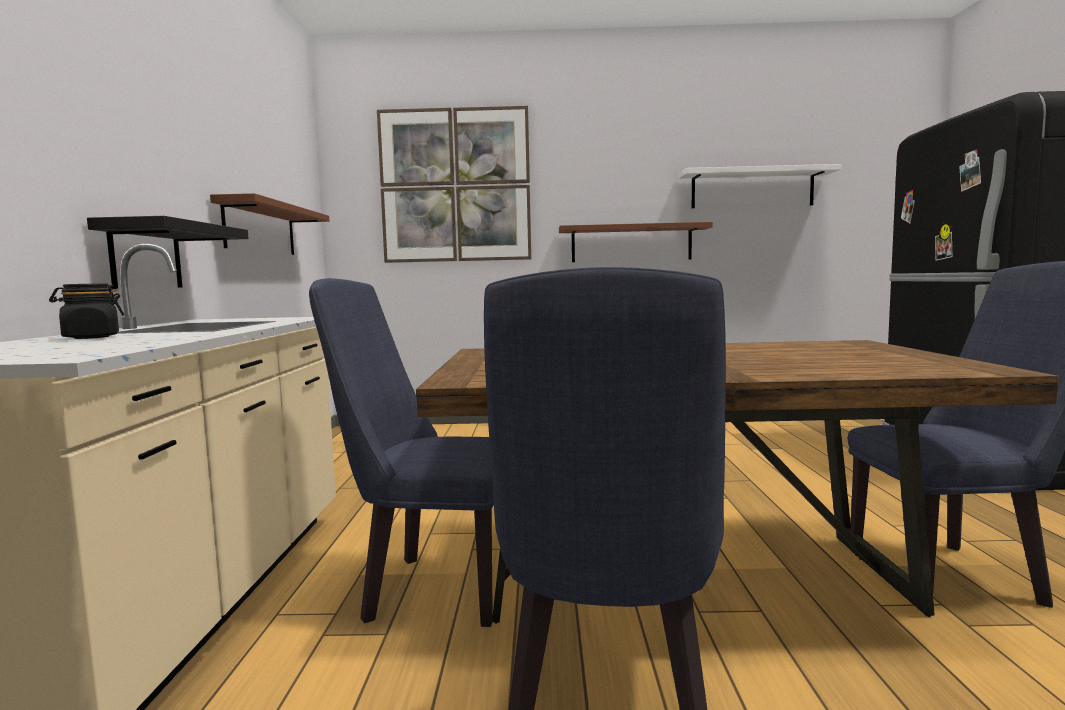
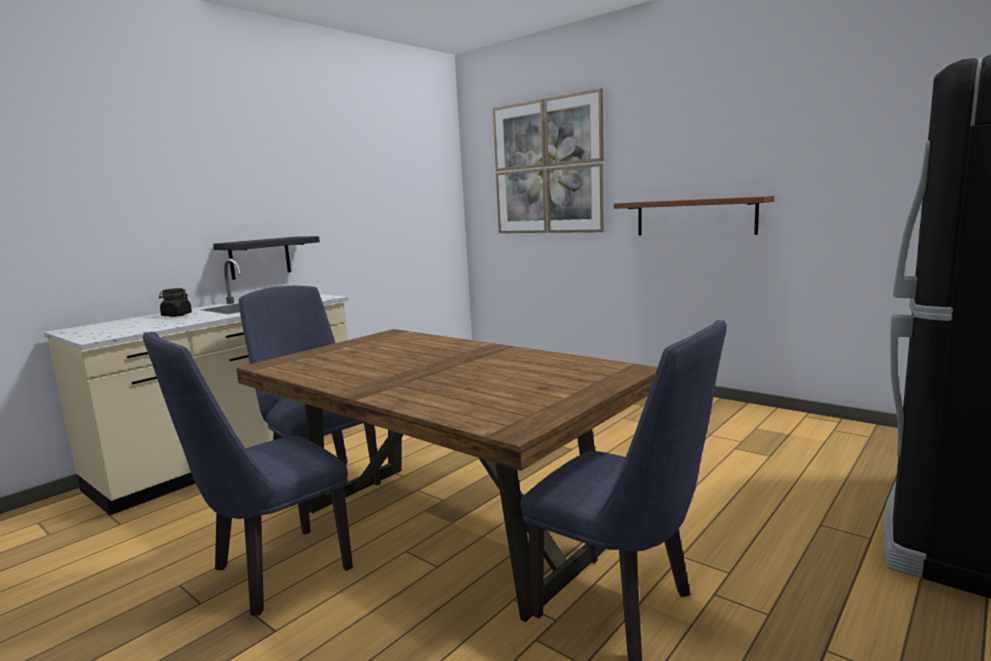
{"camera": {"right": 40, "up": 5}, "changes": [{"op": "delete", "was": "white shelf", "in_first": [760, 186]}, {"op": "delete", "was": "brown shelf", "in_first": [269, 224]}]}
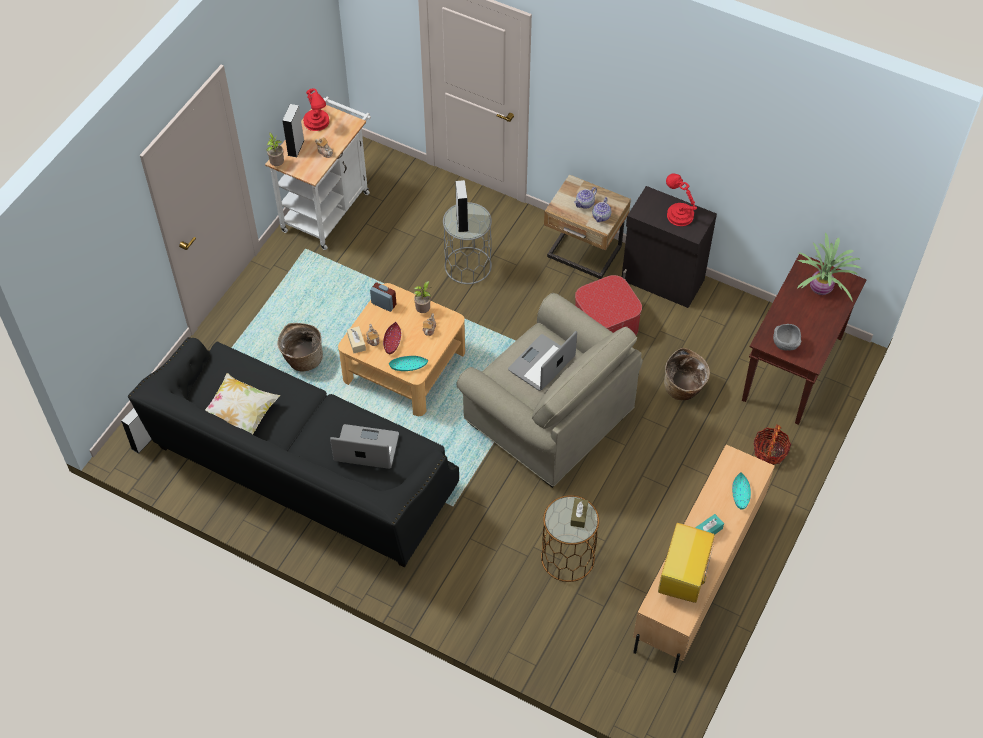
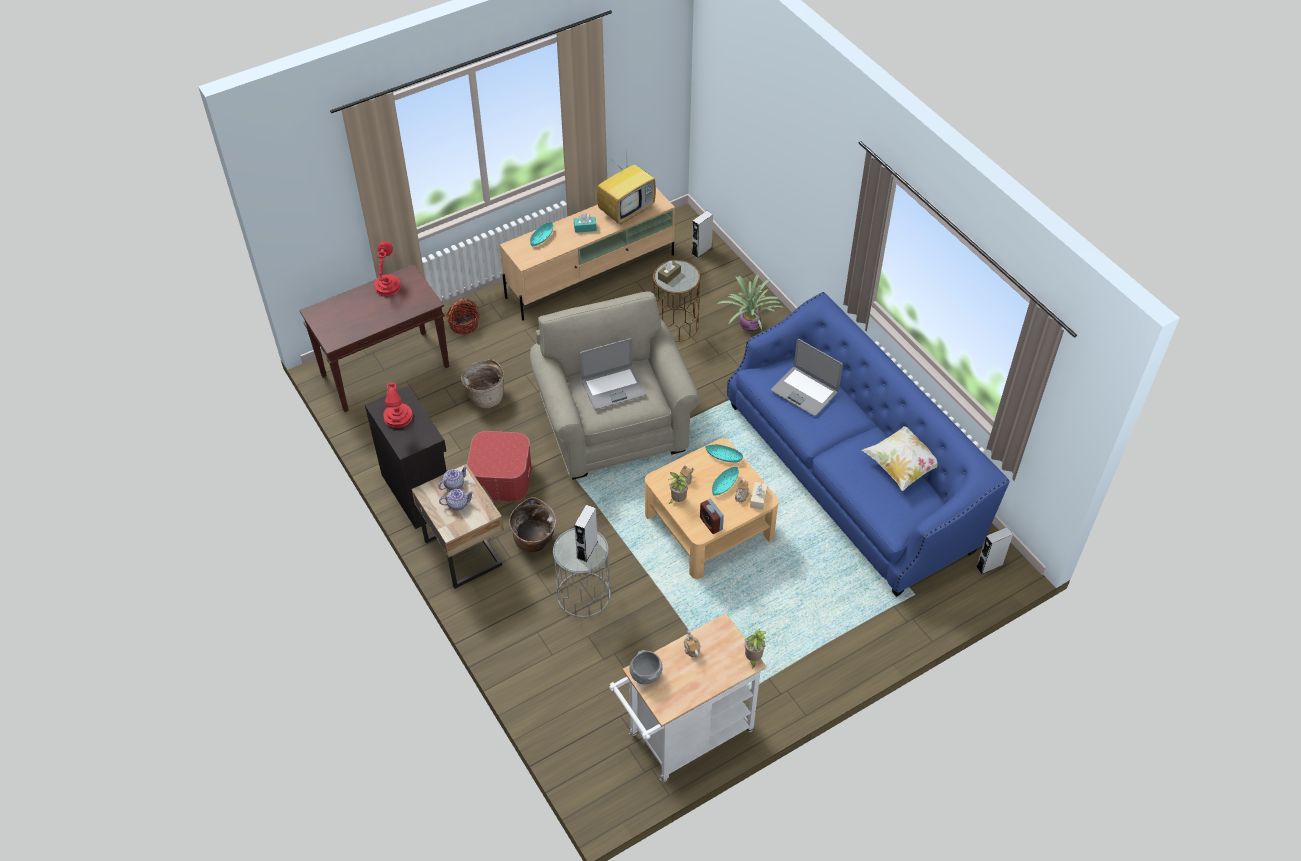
{"camera": {"right": -150, "up": -5}, "changes": [{"op": "move", "was": "red table lamp", "in_first": [316, 109], "in_second": [387, 268]}, {"op": "move", "was": "grey speaker", "in_first": [293, 130], "in_second": [702, 234]}, {"op": "move", "was": "potted plant", "in_first": [829, 267], "in_second": [750, 303]}, {"op": "recolor", "was": "red bowl", "now": "turquoise bowl", "in_first": [392, 338], "in_second": [725, 481]}, {"op": "move", "was": "basket", "in_first": [300, 347], "in_second": [532, 524]}, {"op": "move", "was": "grey bowl", "in_first": [787, 337], "in_second": [646, 667]}, {"op": "recolor", "was": "black sofa", "now": "blue sofa", "in_first": [293, 452], "in_second": [868, 444]}]}
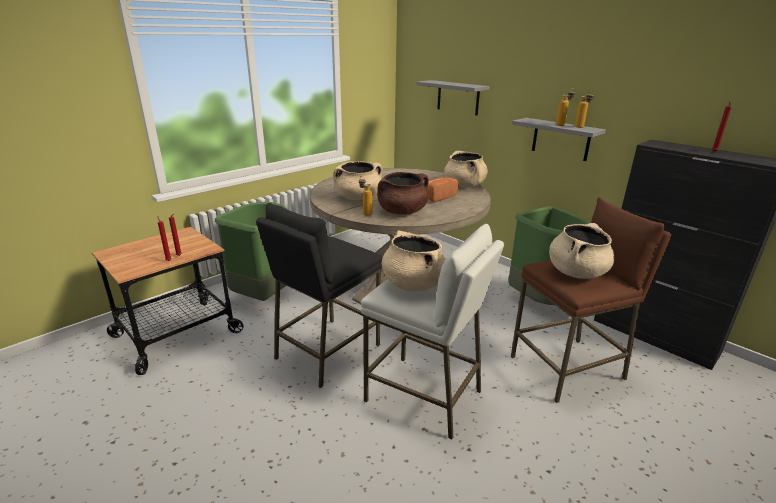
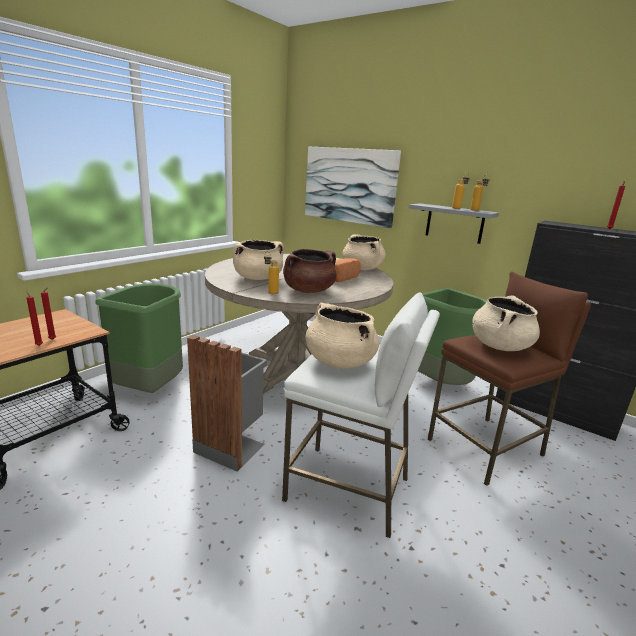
{"camera": {"right": -10, "up": -5}, "changes": [{"op": "replace", "was": "grey shelf", "now": "picture", "in_first": [452, 97], "in_second": [353, 187]}, {"op": "replace", "was": "black stool", "now": "grey trash can", "in_first": [319, 295], "in_second": [227, 403]}]}
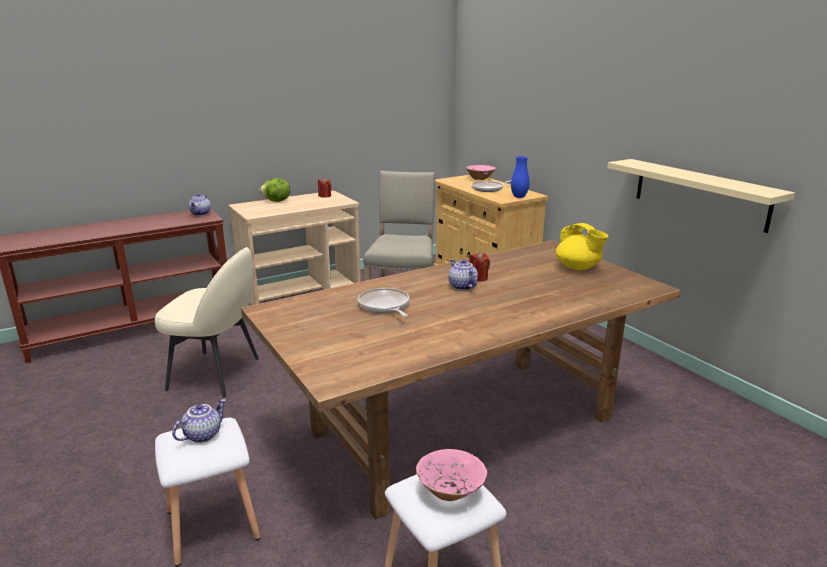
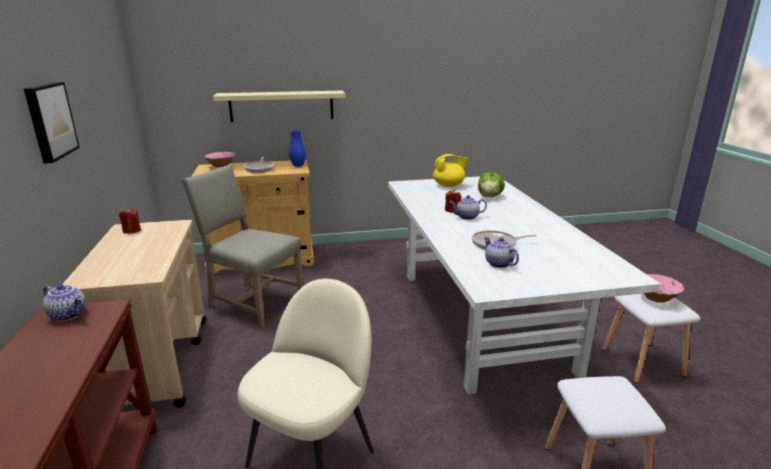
{"camera": {"right": -70, "up": 0}, "changes": [{"op": "move", "was": "beige shelf", "in_first": [701, 196], "in_second": [279, 106]}, {"op": "move", "was": "lettuce", "in_first": [274, 190], "in_second": [491, 184]}, {"op": "recolor", "was": "brown dining table", "now": "white dining table", "in_first": [460, 380], "in_second": [524, 285]}, {"op": "move", "was": "teapot", "in_first": [199, 421], "in_second": [501, 252]}, {"op": "insert", "now": "picture", "in_second": [52, 122]}]}
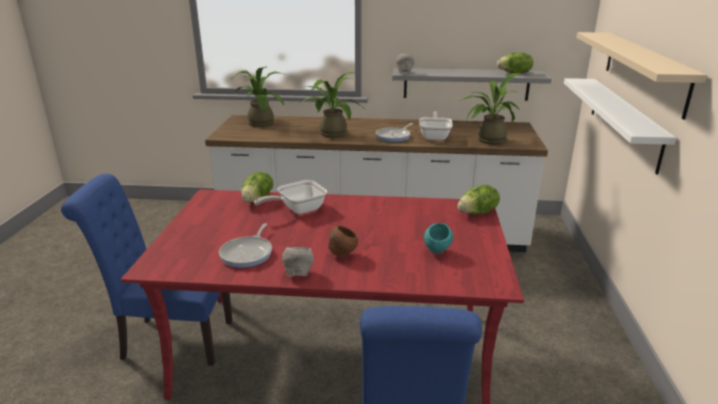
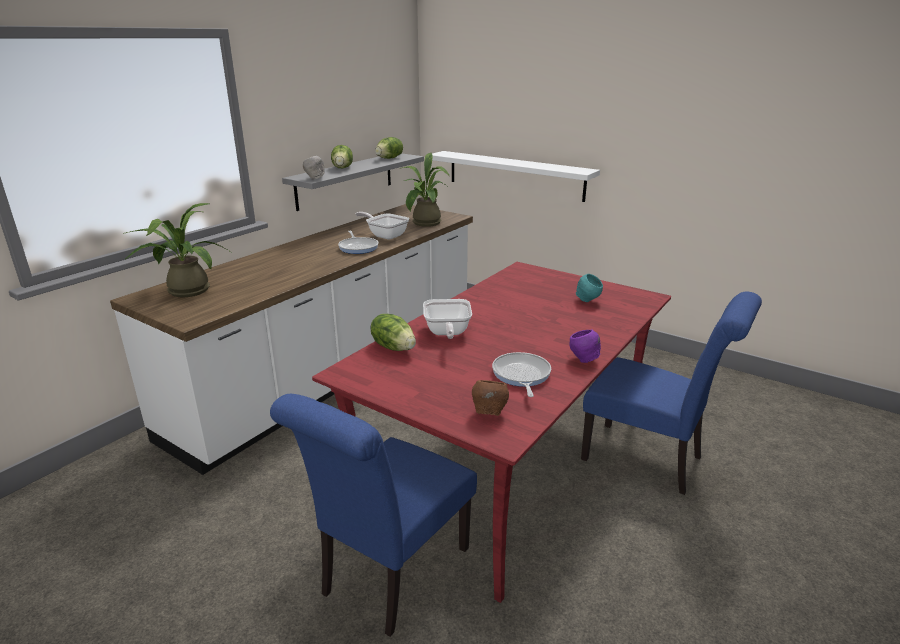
{"camera": {"right": -60, "up": 0}, "changes": [{"op": "delete", "was": "beige shelf", "in_first": [641, 76]}, {"op": "delete", "was": "potted plant", "in_first": [332, 105]}, {"op": "move", "was": "lettuce", "in_first": [478, 199], "in_second": [342, 156]}, {"op": "rotate", "was": "frying pan", "in_first": [245, 245], "in_second": [521, 374], "clockwise": -135}, {"op": "move", "was": "brown bowl", "in_first": [343, 242], "in_second": [490, 398]}, {"op": "recolor", "was": "grey bowl", "now": "purple bowl", "in_first": [298, 261], "in_second": [585, 346]}]}
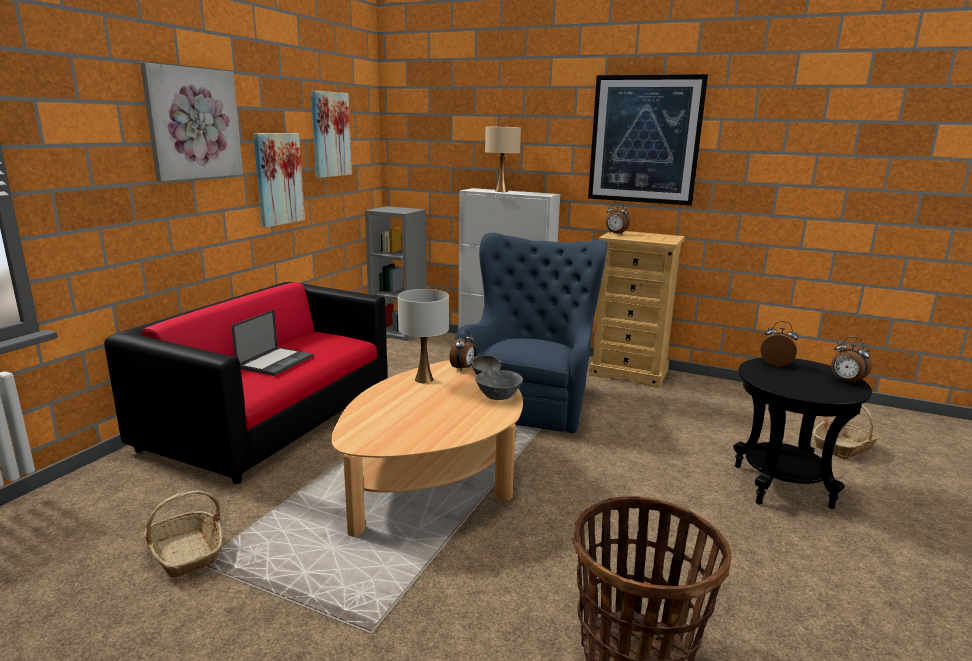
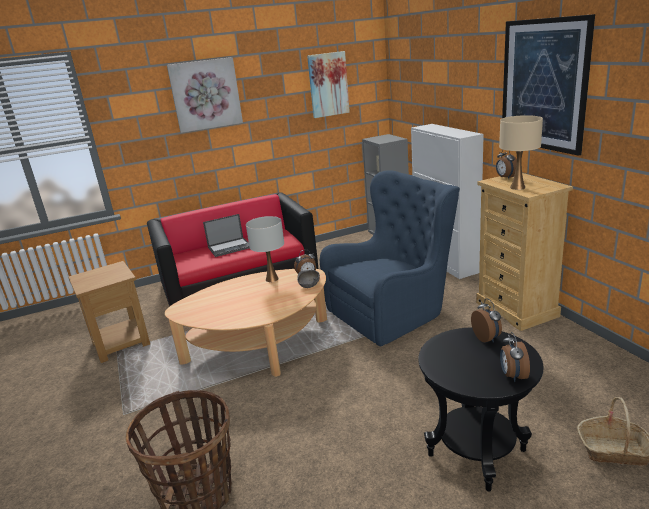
{"camera": {"right": 45, "up": 5}, "changes": [{"op": "move", "was": "beige table lamp", "in_first": [503, 159], "in_second": [521, 152]}, {"op": "delete", "was": "picture", "in_first": [279, 180]}, {"op": "delete", "was": "grey bowl", "in_first": [499, 385]}, {"op": "replace", "was": "basket", "now": "brown side table", "in_first": [183, 534], "in_second": [109, 312]}]}
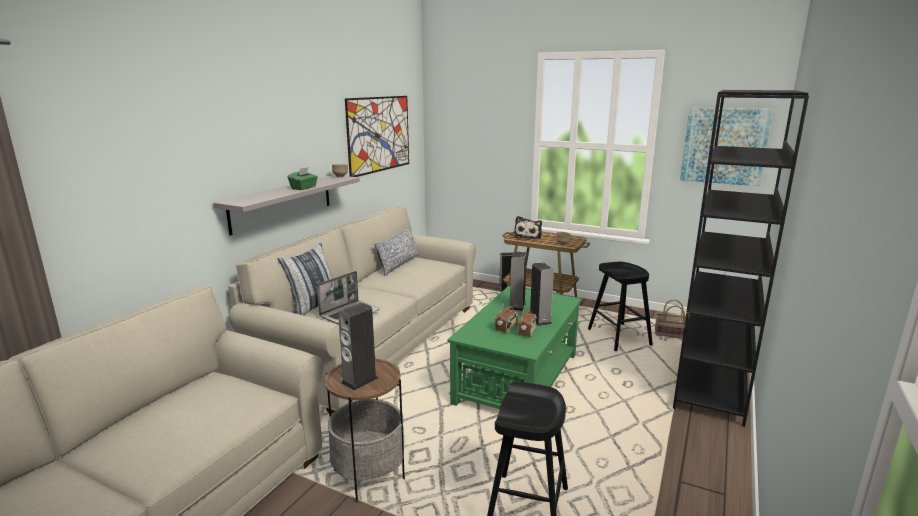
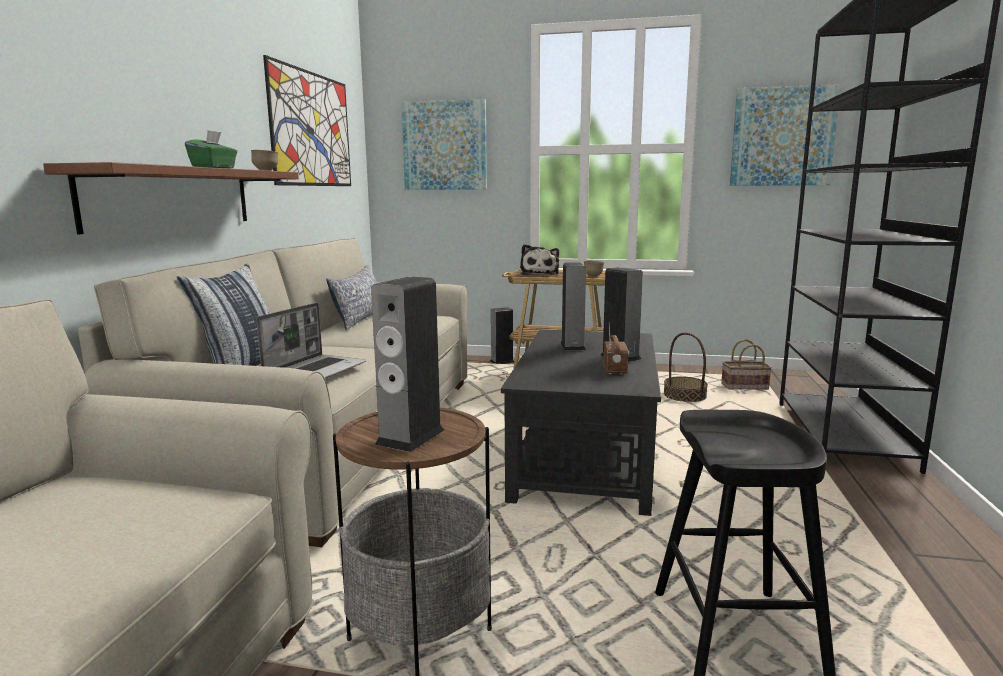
{"camera": {"right": -15, "up": -5}, "changes": [{"op": "recolor", "was": "grey shelf", "now": "brown shelf", "in_first": [286, 205], "in_second": [171, 198]}, {"op": "replace", "was": "black stool", "now": "basket", "in_first": [620, 306], "in_second": [686, 367]}, {"op": "recolor", "was": "green coffee table", "now": "black coffee table", "in_first": [514, 347], "in_second": [581, 423]}, {"op": "delete", "was": "radio", "in_first": [506, 317]}, {"op": "insert", "now": "picture", "in_second": [444, 144]}]}
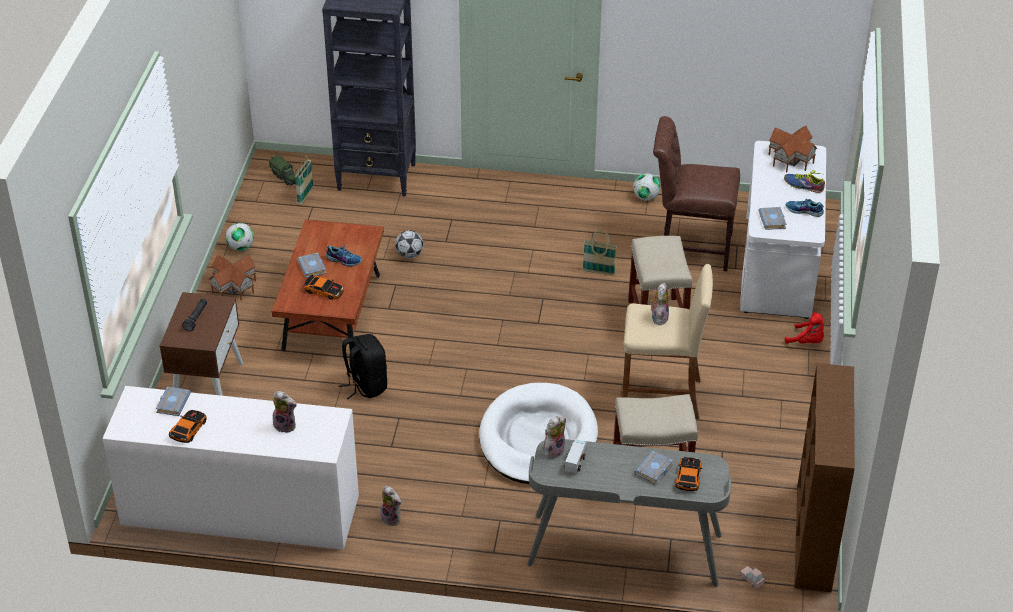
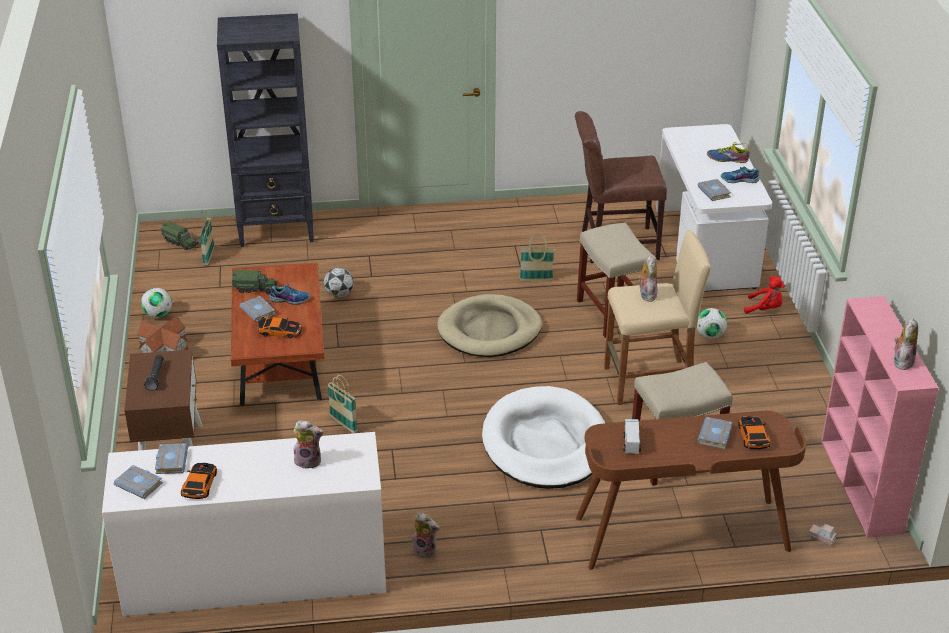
{"camera": {"right": -15, "up": -5}, "changes": [{"op": "delete", "was": "toy house", "in_first": [793, 149]}, {"op": "move", "was": "football", "in_first": [646, 187], "in_second": [711, 323]}, {"op": "replace", "was": "black backpack", "now": "basket", "in_first": [363, 366], "in_second": [342, 404]}, {"op": "recolor", "was": "brown bookcase", "now": "pink bookcase", "in_first": [824, 477], "in_second": [880, 417]}, {"op": "move", "was": "plush toy", "in_first": [554, 437], "in_second": [906, 344]}, {"op": "recolor", "was": "grey desk", "now": "brown desk", "in_first": [629, 513], "in_second": [691, 490]}, {"op": "insert", "now": "toy truck", "in_second": [254, 281]}, {"op": "insert", "now": "beige dog bed", "in_second": [489, 325]}, {"op": "insert", "now": "grey book", "in_second": [138, 482]}]}
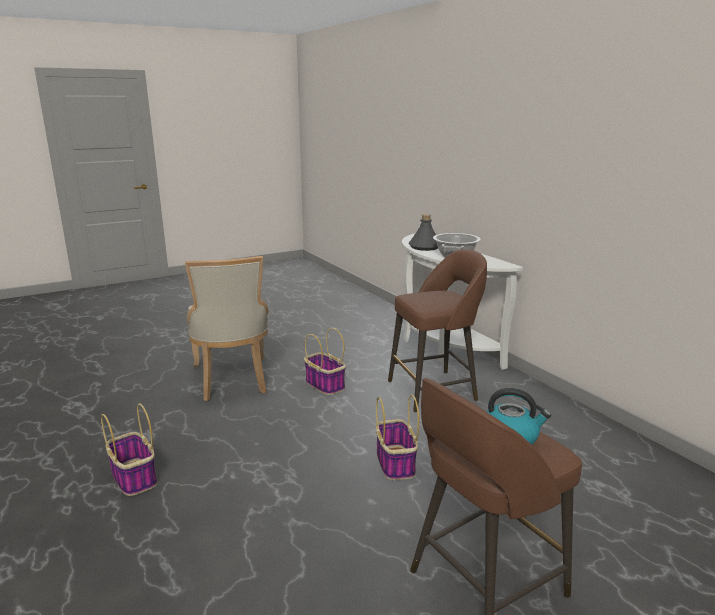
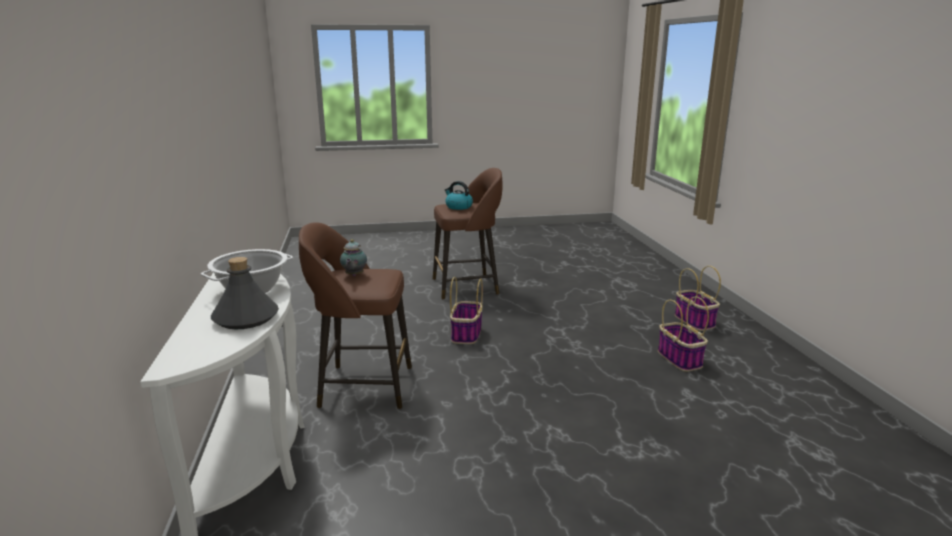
{"camera": {"right": -160, "up": 0}, "changes": [{"op": "delete", "was": "beige chair", "in_first": [226, 328]}, {"op": "move", "was": "basket", "in_first": [325, 361], "in_second": [698, 298]}, {"op": "insert", "now": "teapot", "in_second": [353, 257]}]}
